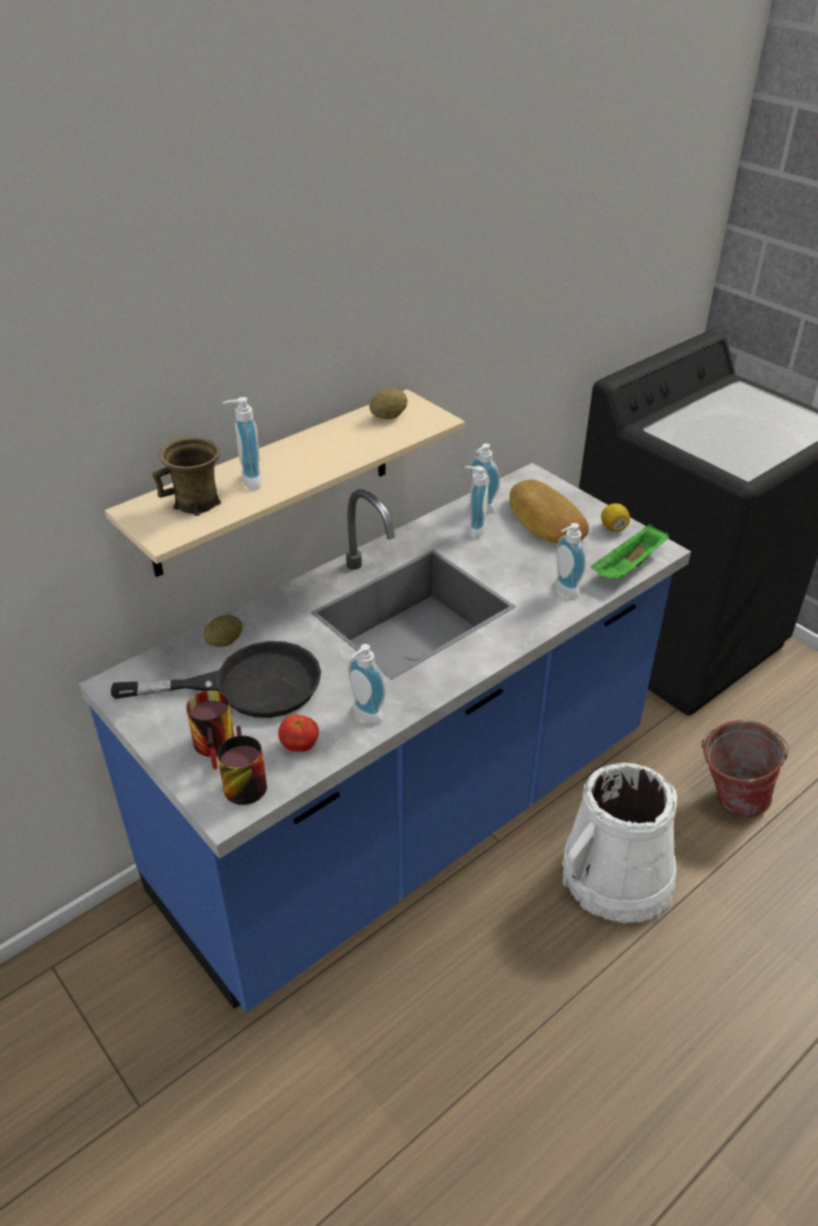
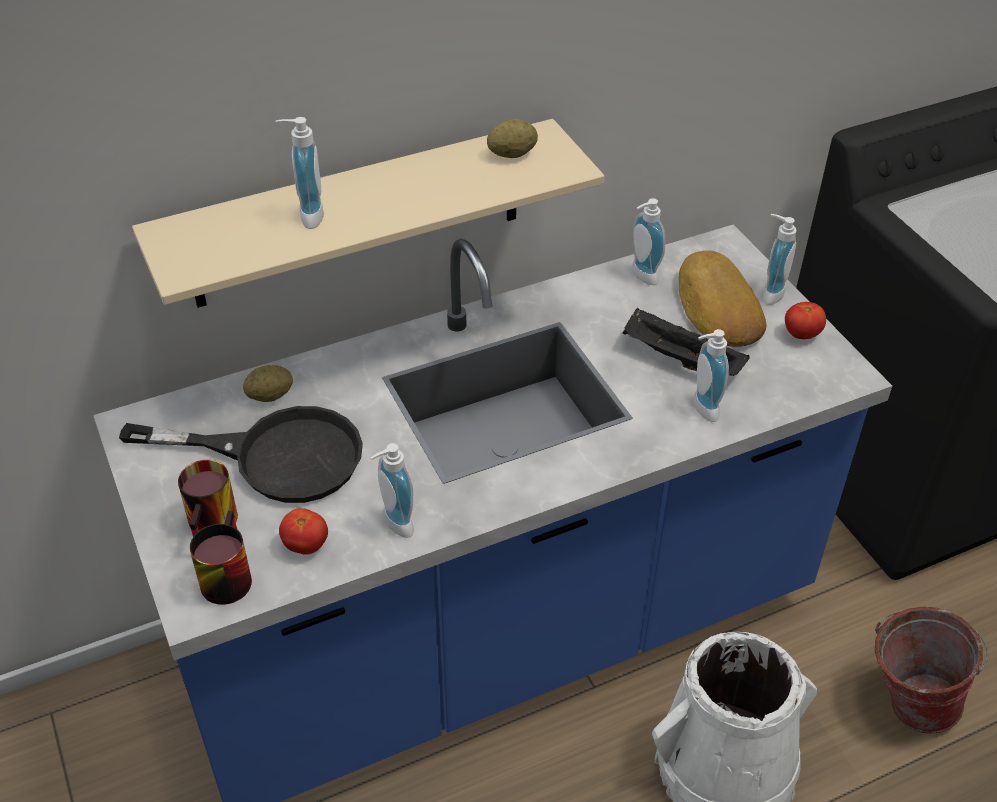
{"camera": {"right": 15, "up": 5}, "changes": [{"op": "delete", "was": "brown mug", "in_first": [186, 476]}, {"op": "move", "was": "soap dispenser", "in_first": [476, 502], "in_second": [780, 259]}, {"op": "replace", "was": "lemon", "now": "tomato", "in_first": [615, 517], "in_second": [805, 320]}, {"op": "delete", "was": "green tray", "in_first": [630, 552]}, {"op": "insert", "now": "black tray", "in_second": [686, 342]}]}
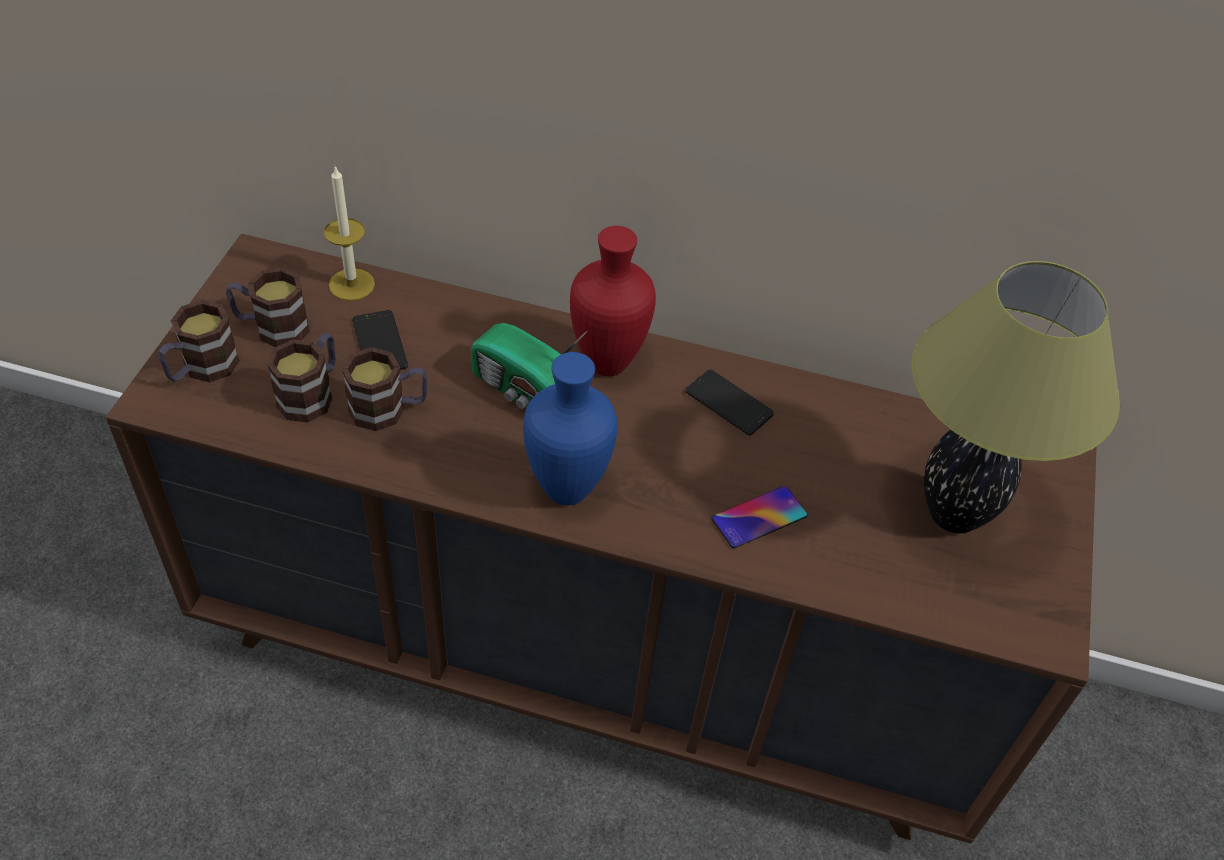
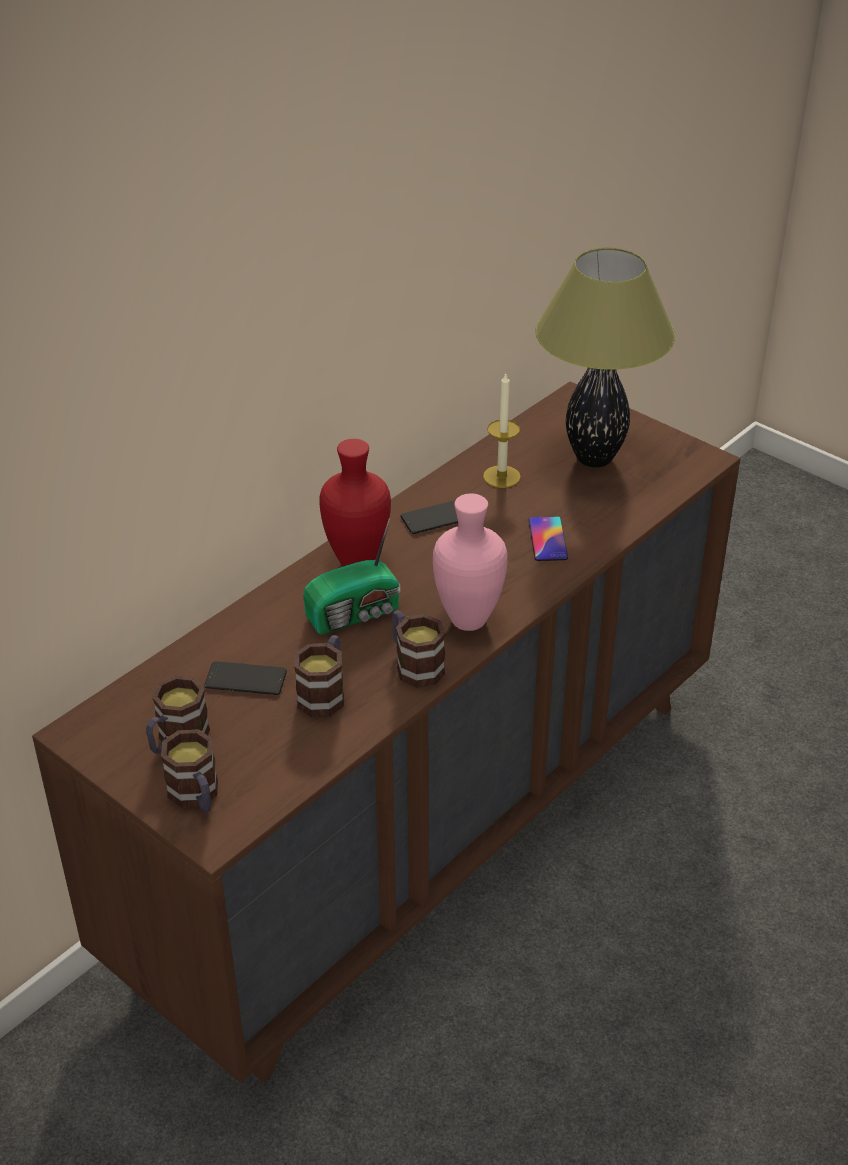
{"camera": {"right": -60, "up": -10}, "changes": [{"op": "move", "was": "candle", "in_first": [349, 233], "in_second": [502, 430]}, {"op": "move", "was": "mug", "in_first": [301, 377], "in_second": [418, 649]}, {"op": "recolor", "was": "blue vase", "now": "pink vase", "in_first": [570, 428], "in_second": [470, 562]}]}
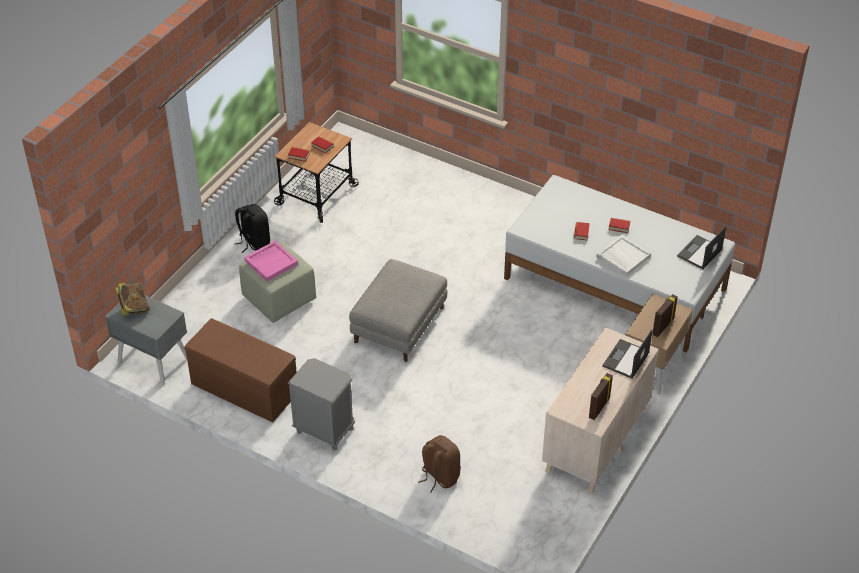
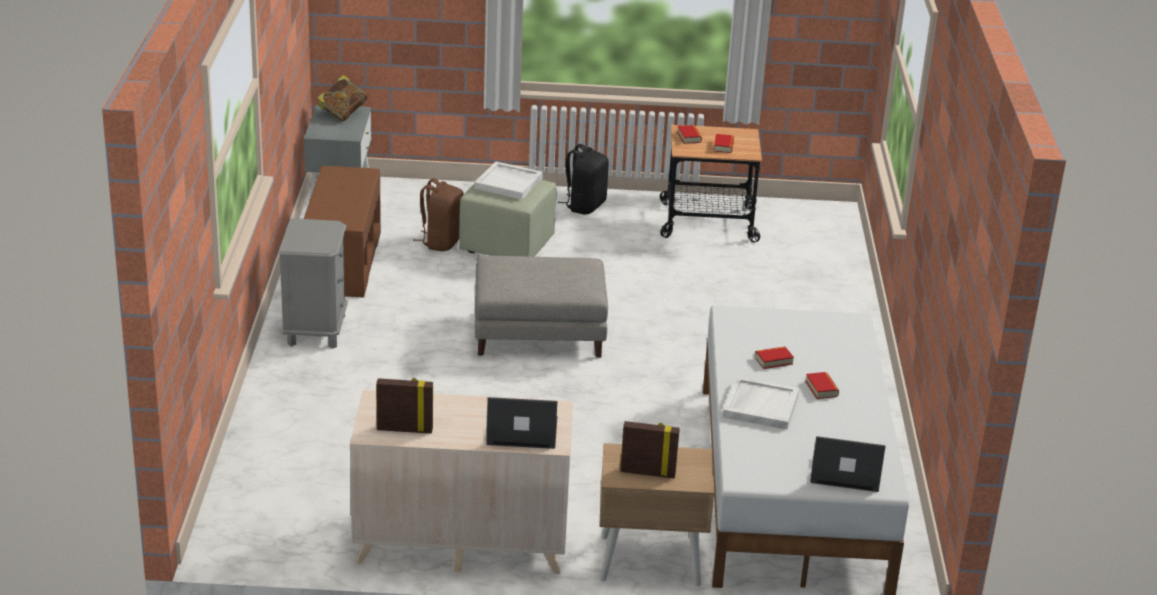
{"camera": {"right": 60, "up": -15}, "changes": [{"op": "recolor", "was": "pink tray", "now": "white tray", "in_first": [271, 261], "in_second": [508, 180]}, {"op": "move", "was": "brown backpack", "in_first": [439, 464], "in_second": [438, 214]}]}
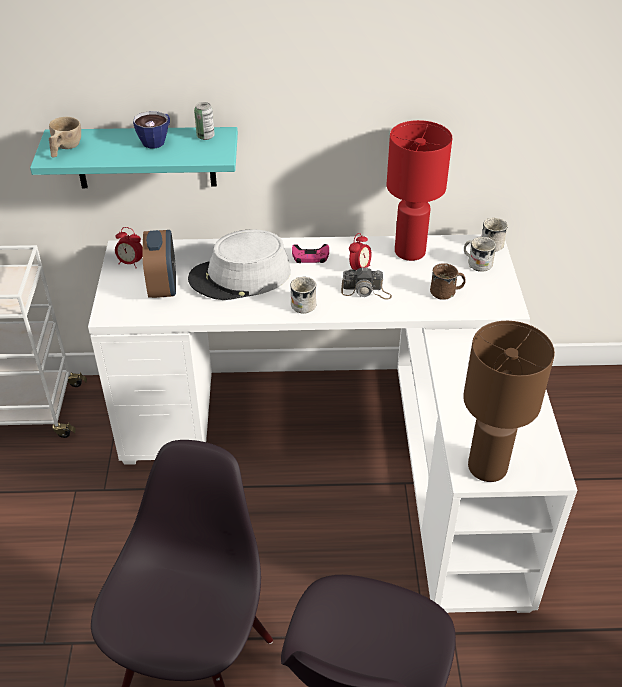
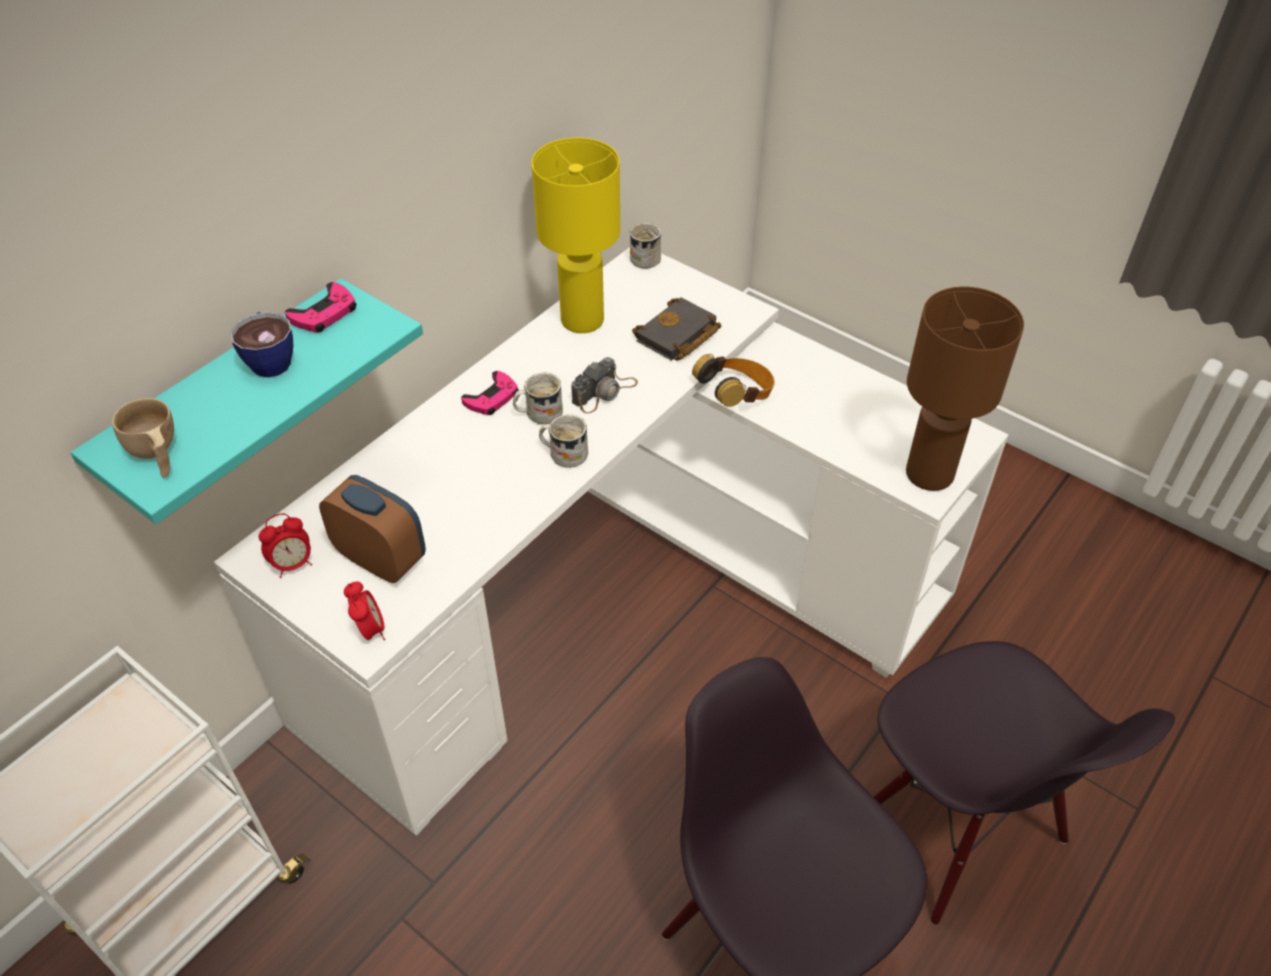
{"camera": {"right": -50, "up": 5}, "changes": [{"op": "replace", "was": "can", "now": "pink game controller", "in_first": [204, 121], "in_second": [320, 307]}, {"op": "recolor", "was": "red table lamp", "now": "yellow table lamp", "in_first": [419, 190], "in_second": [575, 235]}, {"op": "delete", "was": "grey hat", "in_first": [239, 264]}, {"op": "move", "was": "alarm clock", "in_first": [360, 251], "in_second": [364, 610]}, {"op": "move", "was": "white mug", "in_first": [480, 254], "in_second": [538, 399]}, {"op": "replace", "was": "brown mug", "now": "black book", "in_first": [447, 281], "in_second": [676, 329]}, {"op": "insert", "now": "headphones", "in_second": [733, 380]}]}
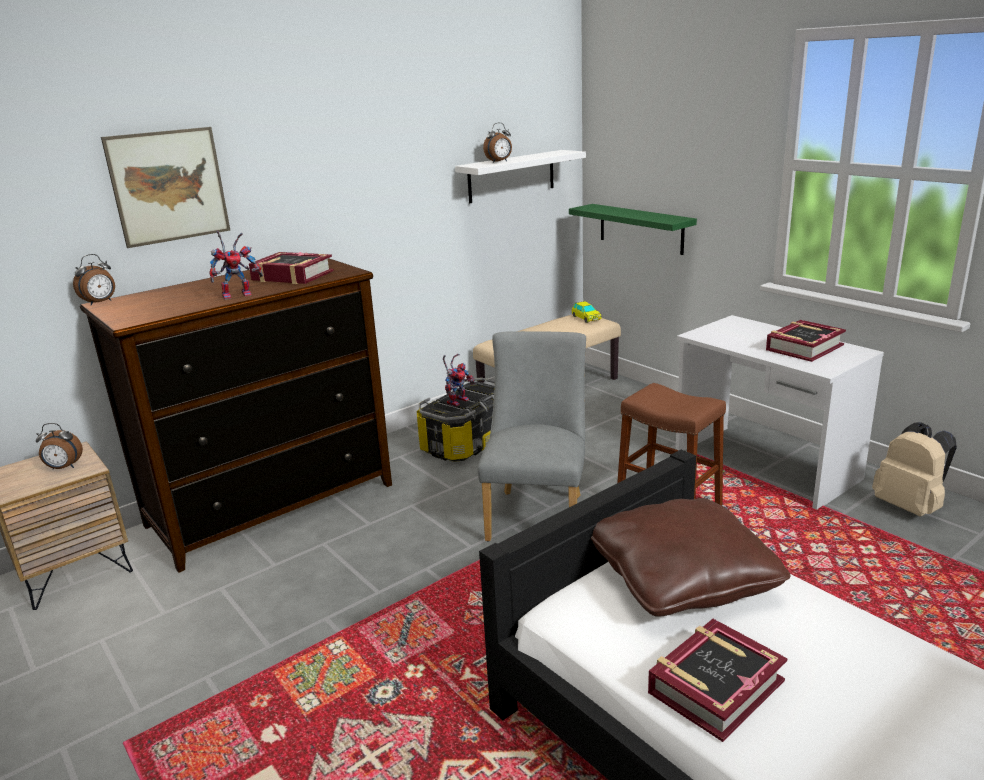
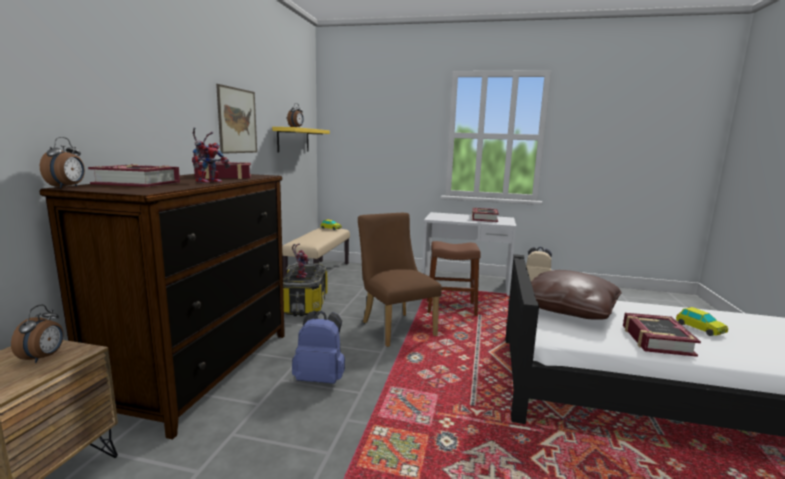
{"camera": {"right": -40, "up": -10}, "changes": [{"op": "move", "was": "picture", "in_first": [165, 187], "in_second": [236, 119]}, {"op": "recolor", "was": "white shelf", "now": "yellow shelf", "in_first": [520, 176], "in_second": [301, 139]}, {"op": "delete", "was": "green shelf", "in_first": [633, 229]}, {"op": "recolor", "was": "grey chair", "now": "brown chair", "in_first": [531, 436], "in_second": [400, 280]}, {"op": "rotate", "was": "alarm clock", "in_first": [59, 446], "in_second": [37, 333], "clockwise": -45}, {"op": "insert", "now": "book", "in_second": [134, 175]}, {"op": "insert", "now": "toy car", "in_second": [702, 321]}, {"op": "insert", "now": "blue backpack", "in_second": [318, 347]}]}
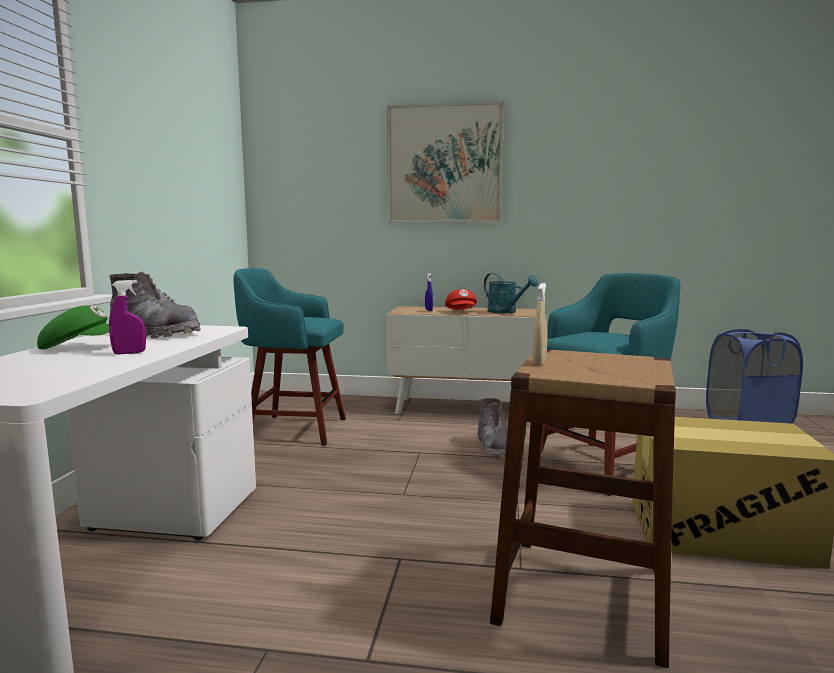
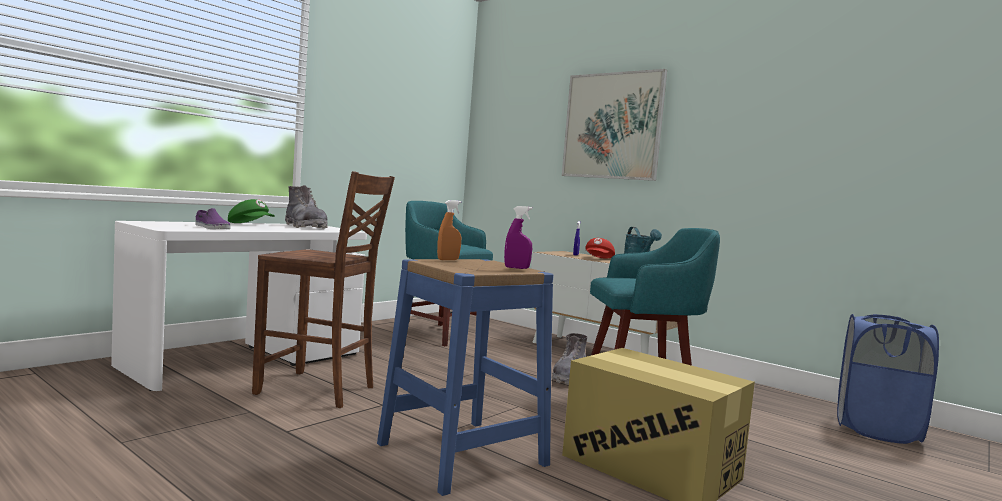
{"camera": {"right": 30, "up": -5}, "changes": [{"op": "move", "was": "purple spray bottle", "in_first": [127, 317], "in_second": [518, 237]}, {"op": "recolor", "was": "beige spray bottle", "now": "orange spray bottle", "in_first": [540, 324], "in_second": [449, 230]}, {"op": "recolor", "was": "brown stool", "now": "blue stool", "in_first": [583, 509], "in_second": [465, 377]}, {"op": "insert", "now": "brown chair", "in_second": [323, 289]}, {"op": "insert", "now": "purple shoe", "in_second": [213, 218]}]}
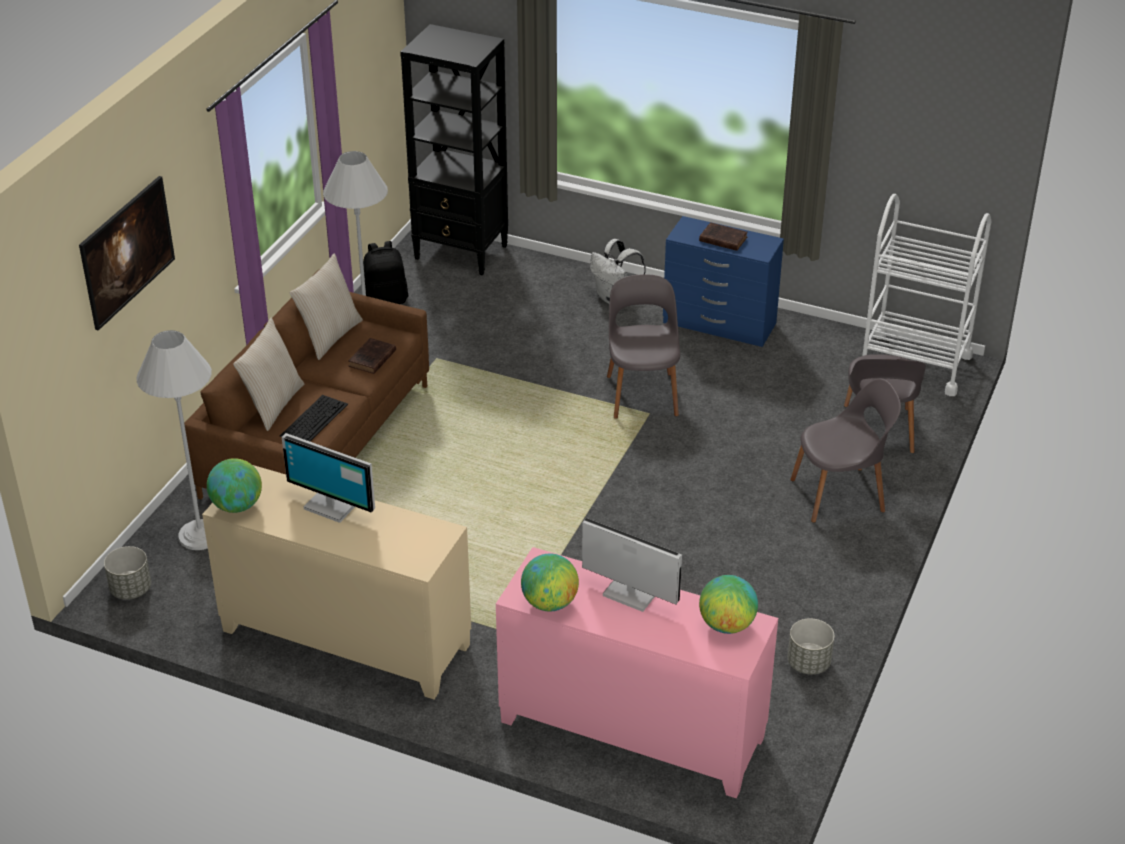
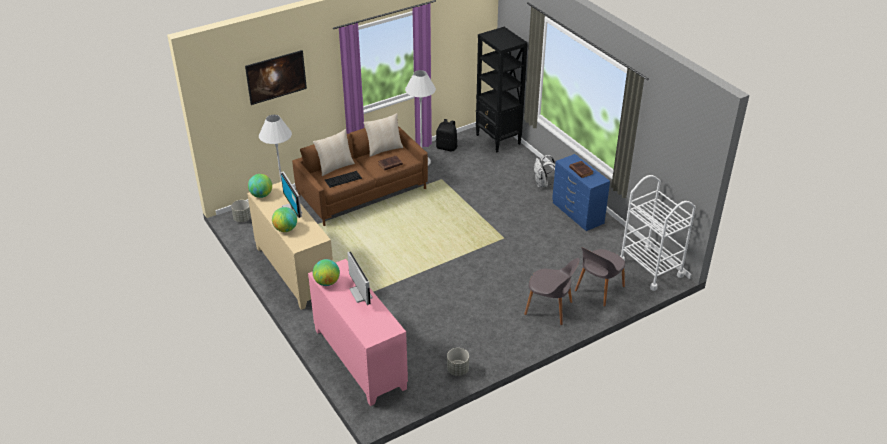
{"camera": {"right": 35, "up": 0}, "changes": [{"op": "delete", "was": "grey chair", "in_first": [644, 346]}, {"op": "move", "was": "globe", "in_first": [728, 604], "in_second": [284, 219]}]}
